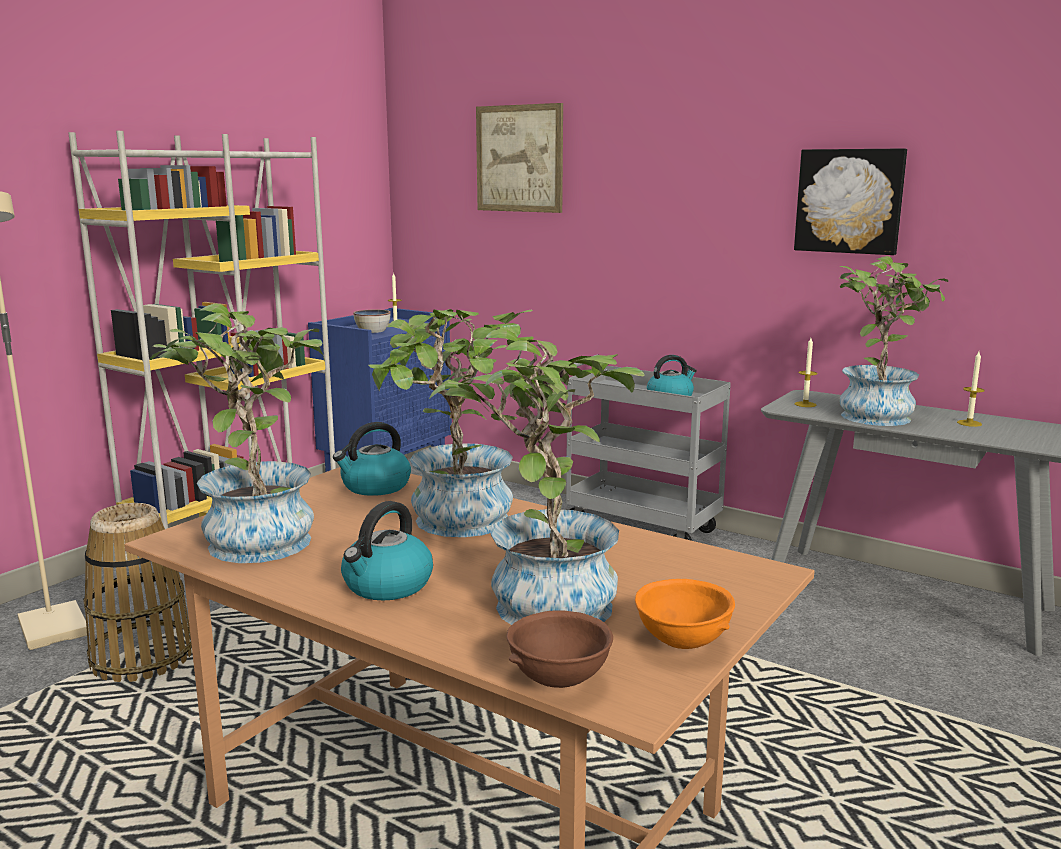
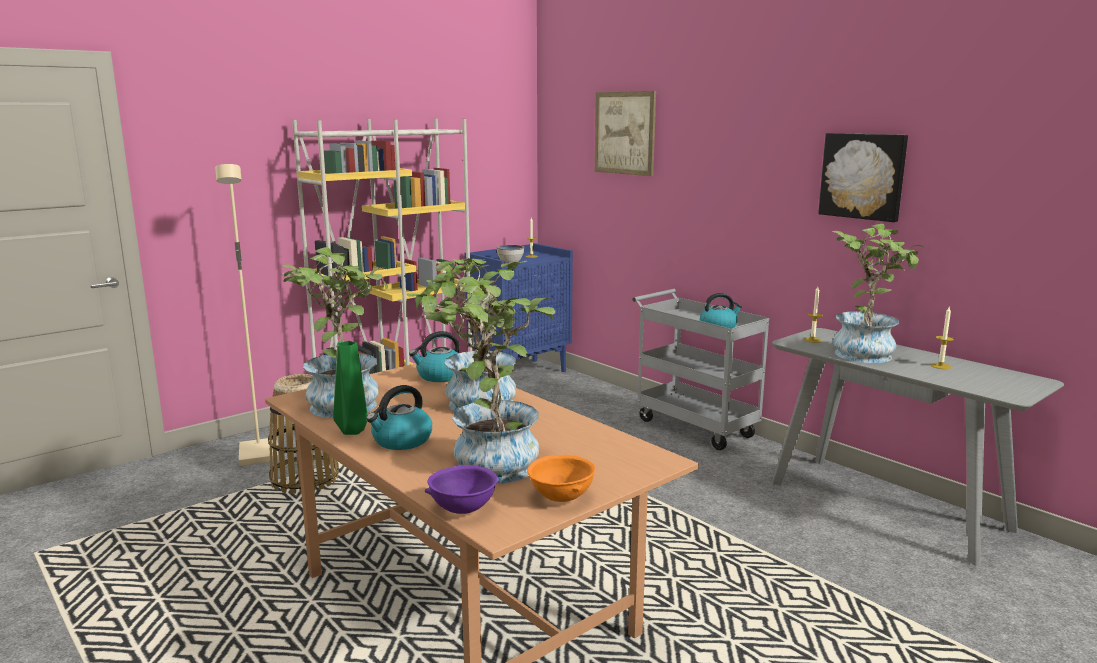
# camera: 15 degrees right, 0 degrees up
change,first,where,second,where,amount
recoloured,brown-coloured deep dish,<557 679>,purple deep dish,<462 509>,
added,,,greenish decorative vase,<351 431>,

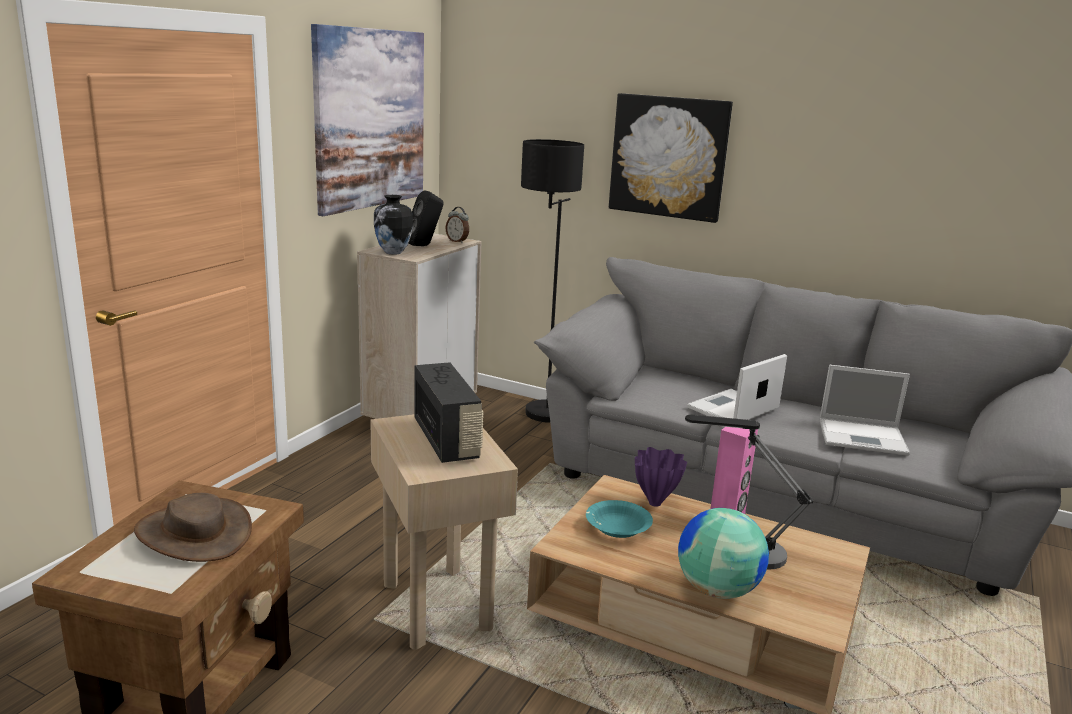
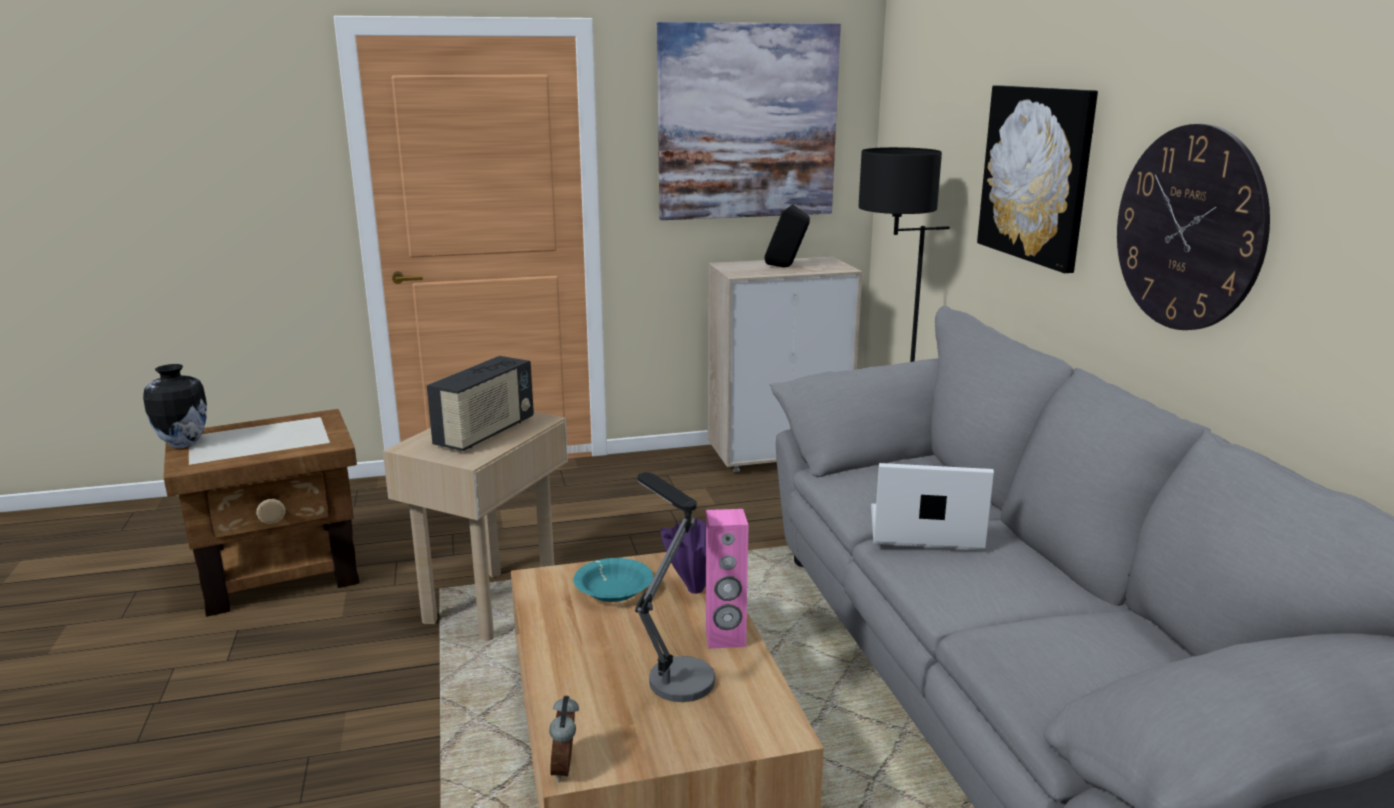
# camera: 50 degrees right, 0 degrees up
change,first,where,second,where,amount
moved,decorative vase,<393 252>,,<182 444>,
moved,alarm clock,<457 241>,,<566 768>,
removed,notebook computer,<864 437>,,,
removed,brown-coloured wearable hat,<194 533>,,,
removed,desk globe,<716 589>,,,
added,,,wall clock,<1188 228>,

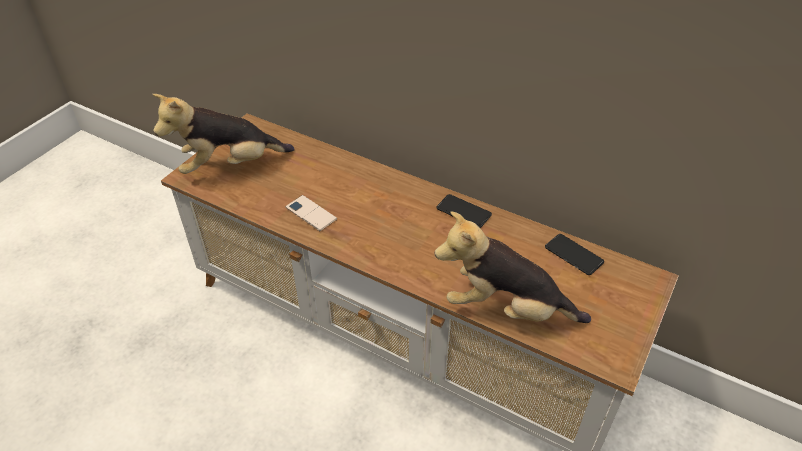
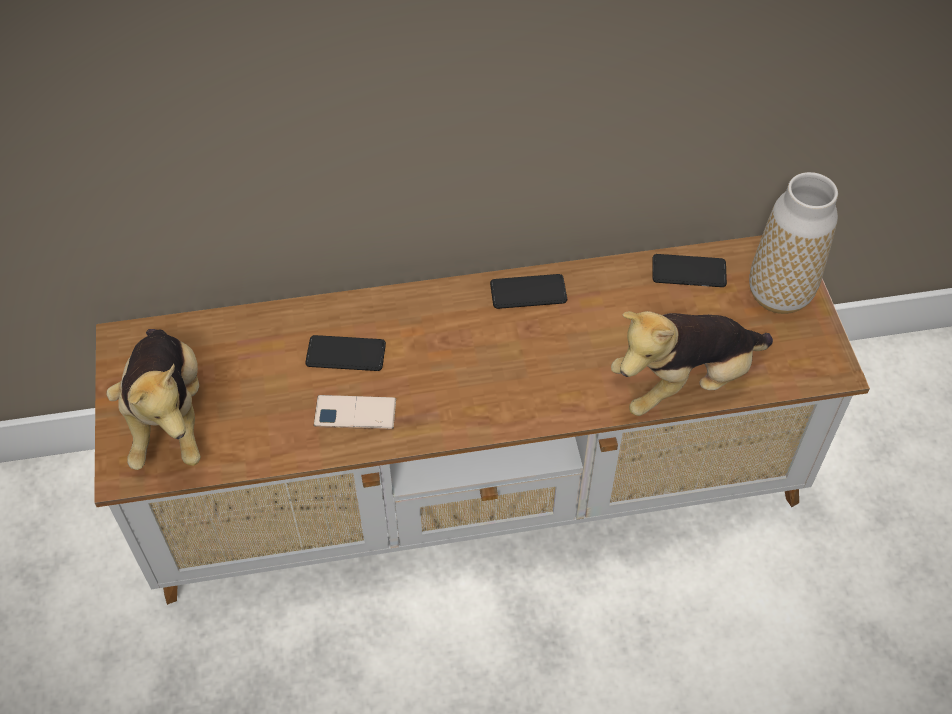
# camera: 40 degrees left, 10 degrees up
change,first,where,second,where,amount
turned,cuddly toy,<229 165>,,<168 417>,45 degrees counterclockwise
added,,,decorative vase,<779 294>,
added,,,phone,<346 354>,

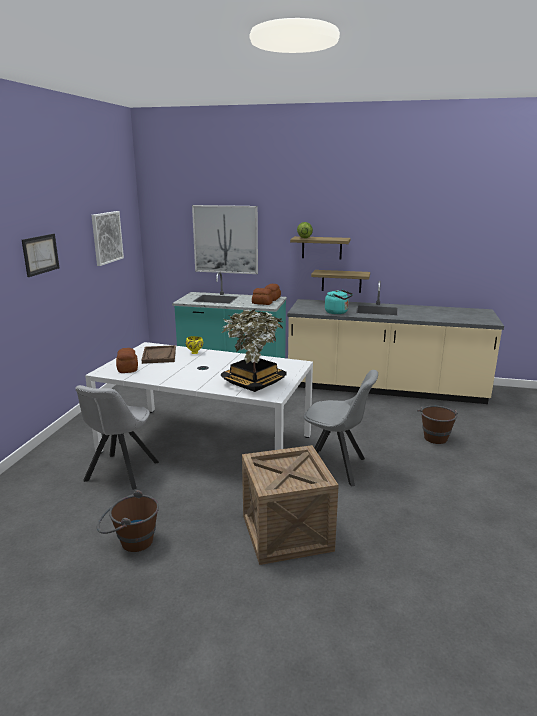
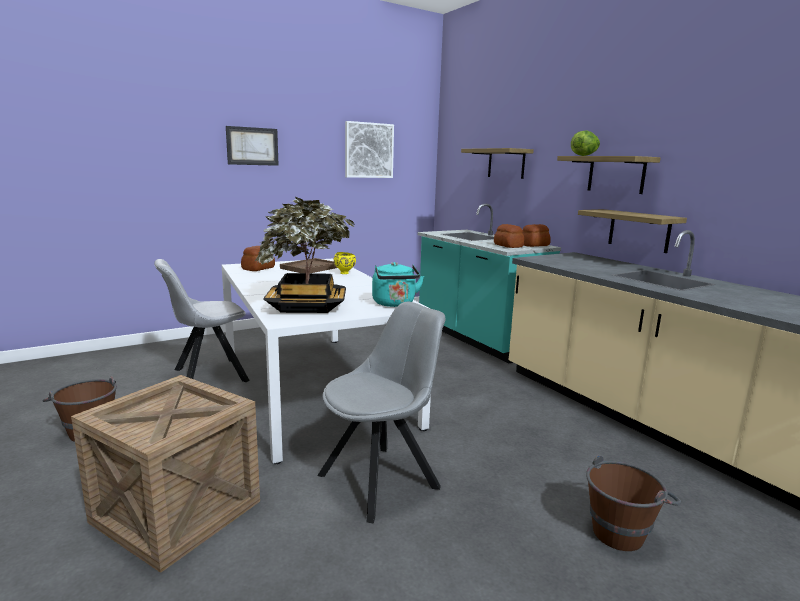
# camera: 45 degrees right, 5 degrees down
change,first,where,second,where,amount
replaced,picture,<225 239>,shelf,<506 163>,
moved,turquoise-coloured kettle,<338 312>,,<394 304>,
turned,greyish chair,<336 467>,,<381 480>,105 degrees counterclockwise

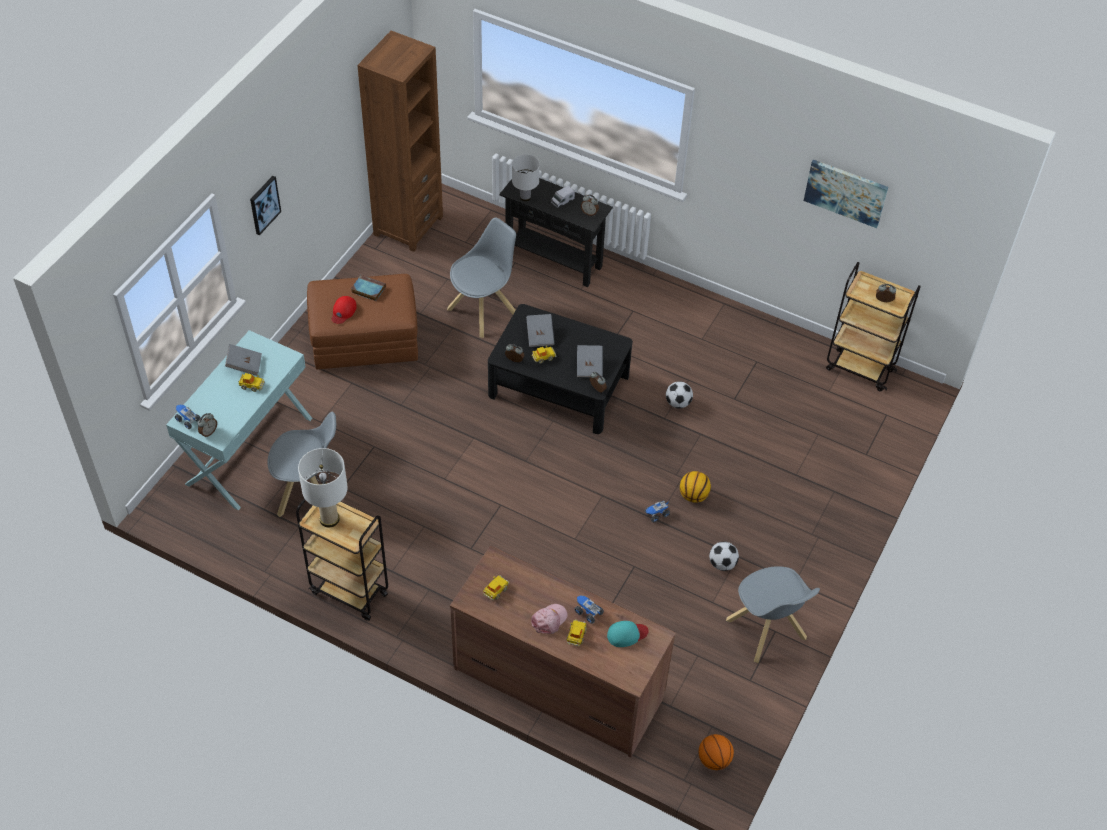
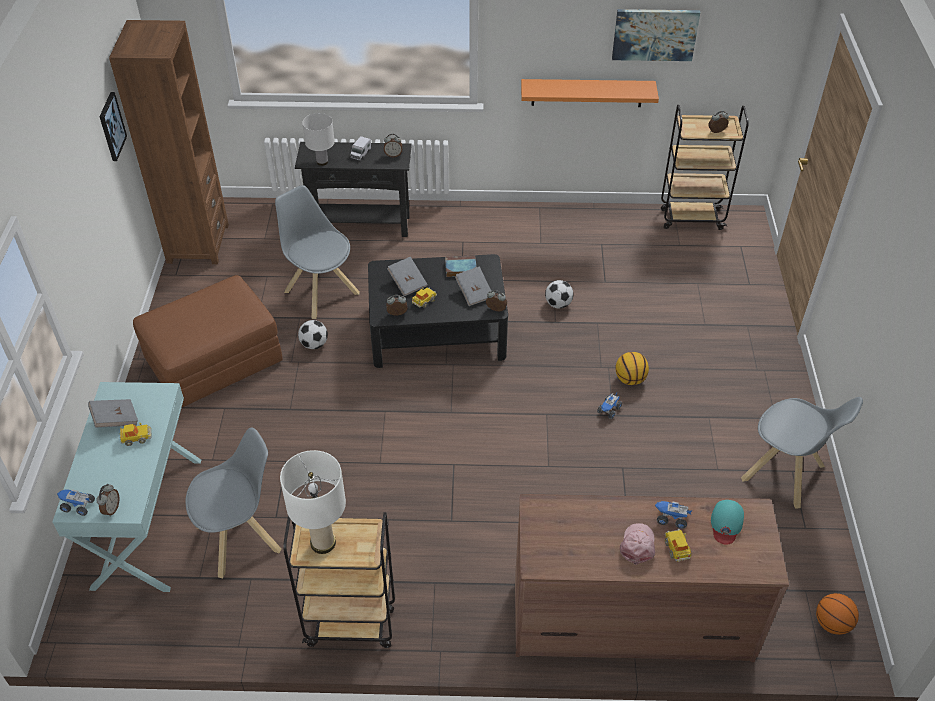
# camera: 25 degrees left, 5 degrees down
change,first,where,second,where,amount
moved,picture,<264 204>,,<111 126>,
turned,greyish chair,<484 310>,,<320 291>,60 degrees counterclockwise
moved,bound book,<367 290>,,<460 268>,
removed,red baseball cap,<343 311>,,,
moved,ball for football,<722 564>,,<314 344>,
removed,miniature car,<496 590>,,,
turned,turquoise-coloured baseball cap,<626 634>,,<726 523>,150 degrees clockwise
added,,,orangey shelf,<587 93>,

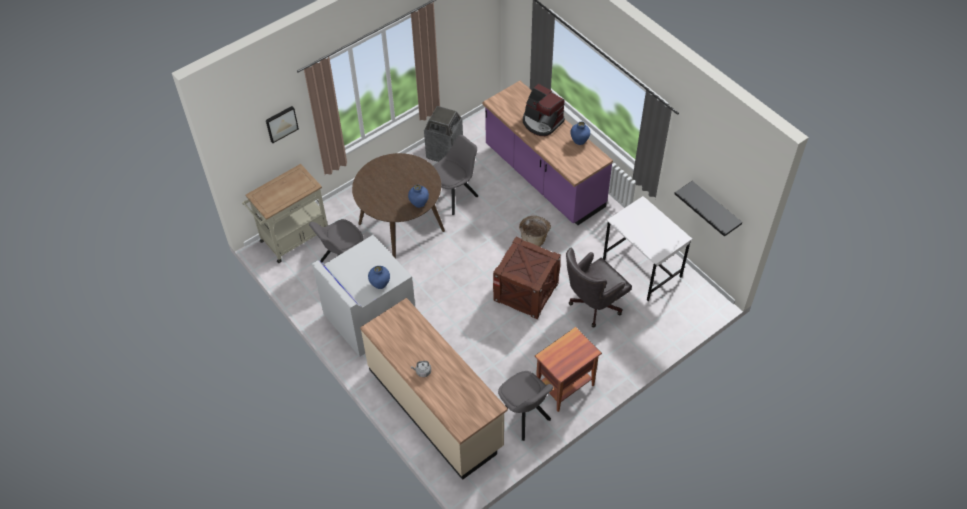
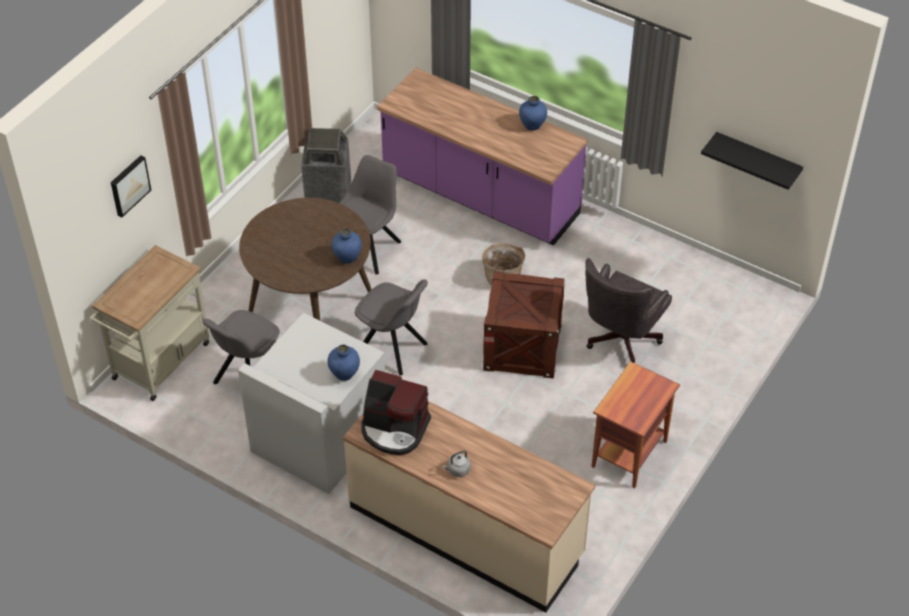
# camera: 20 degrees left, 5 degrees down
change,first,where,second,where,amount
moved,coffee maker,<542 122>,,<394 429>,
removed,white desk unit,<642 268>,,,
moved,greyish chair,<524 417>,,<392 349>,

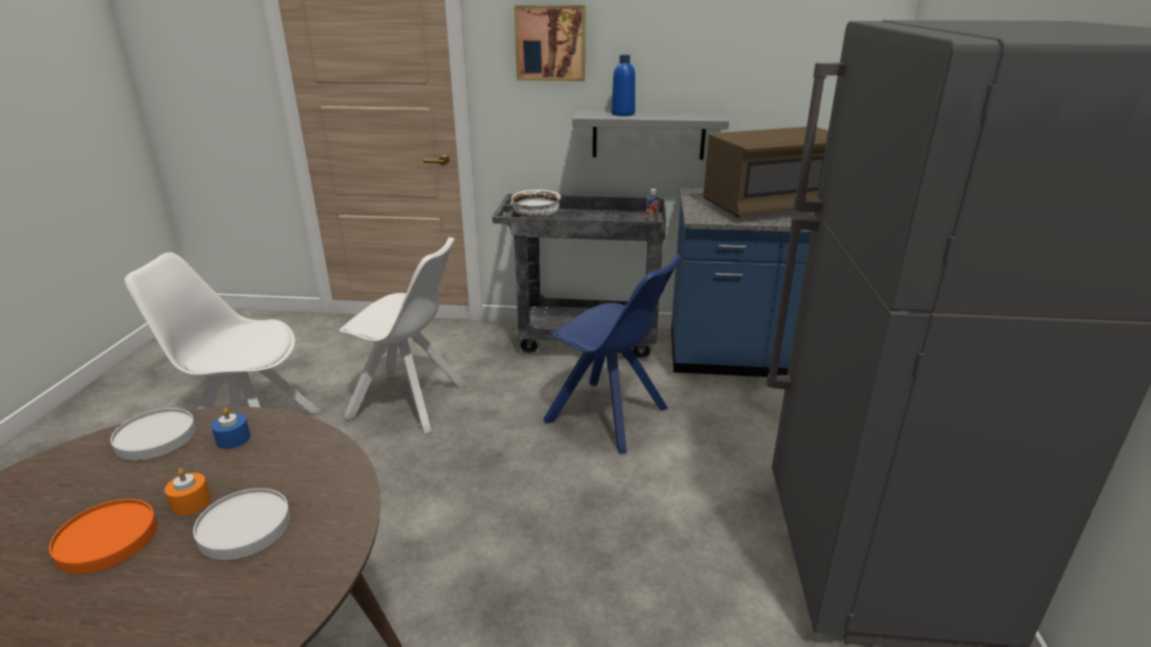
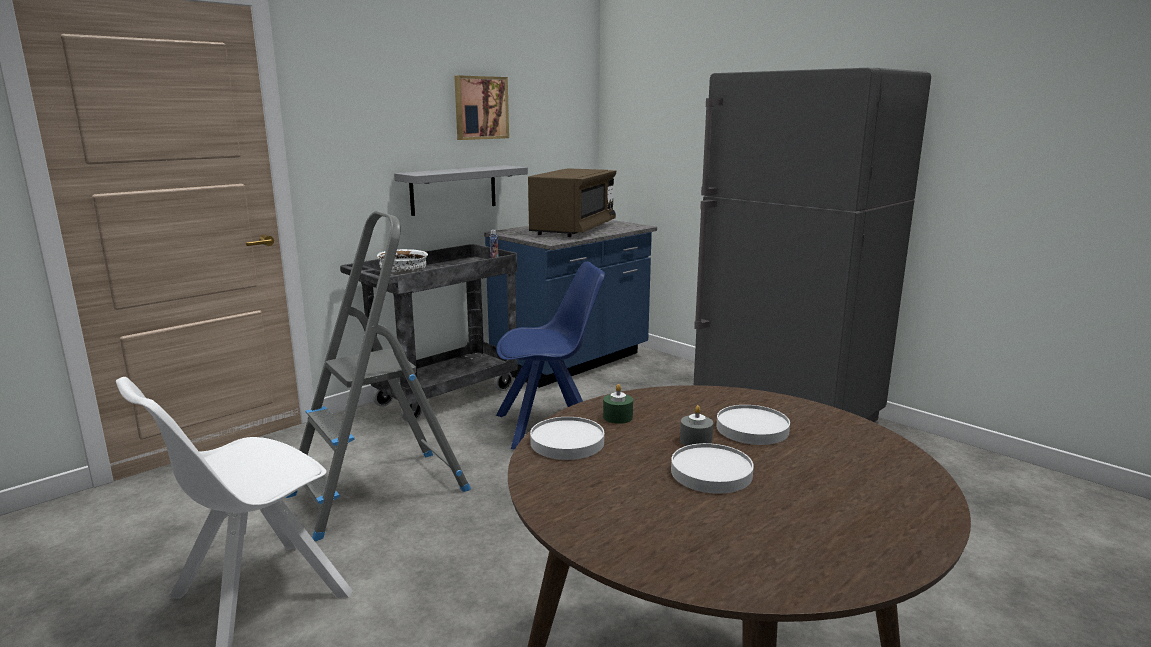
# camera: 50 degrees left, 10 degrees down
change,first,where,second,where,amount
moved,picture,<550 43>,,<480 108>,
removed,blue-coloured beverage bottle,<623 114>,,,
replaced,white chair,<410 402>,greyish stepladder,<377 493>,
recoloured,blue-coloured wax light,<233 439>,greenish wax light,<617 417>,
recoloured,orangey wax light,<191 502>,greyish wax light,<696 440>,
recoloured,orangey flat dish,<106 540>,white flat dish,<712 473>,

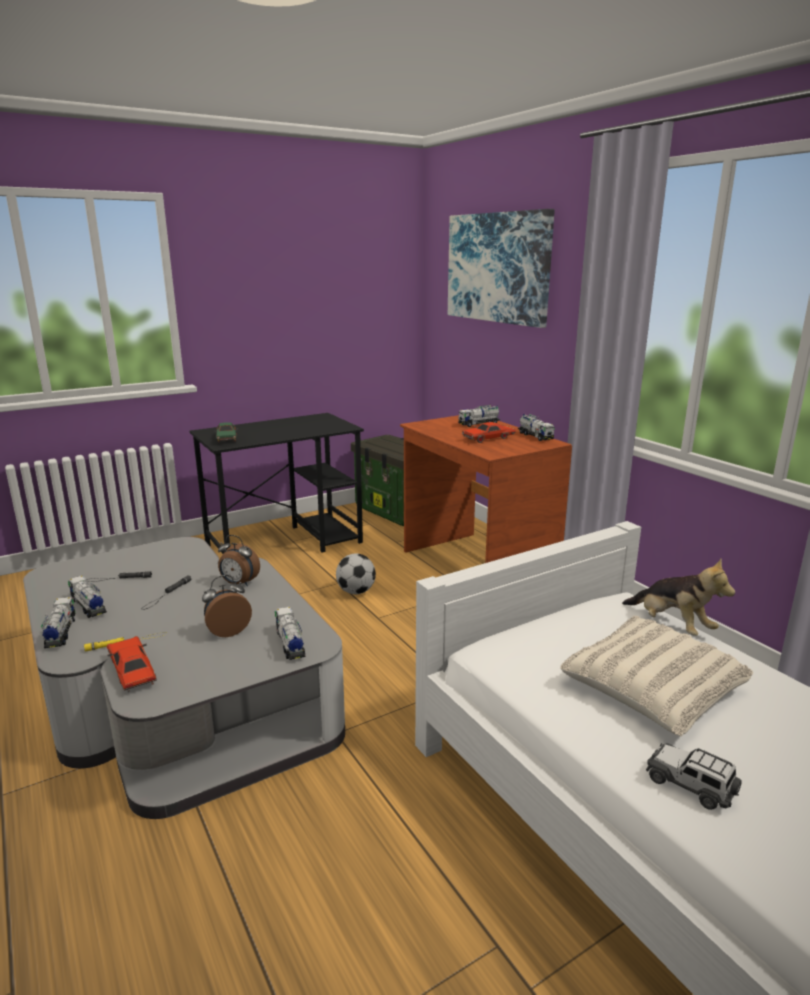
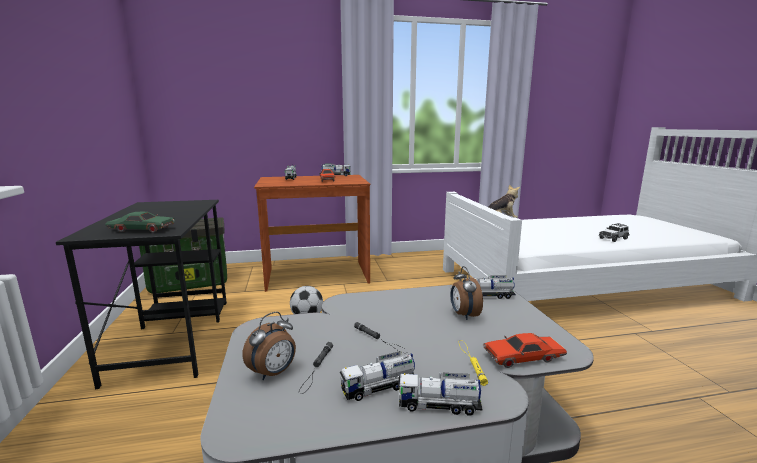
# camera: 70 degrees left, 5 degrees down
change,first,where,second,where,amount
removed,picture,<497 268>,,,
moved,alarm clock,<239 583>,,<273 373>,
removed,beige-coloured pillow,<651 688>,,,

